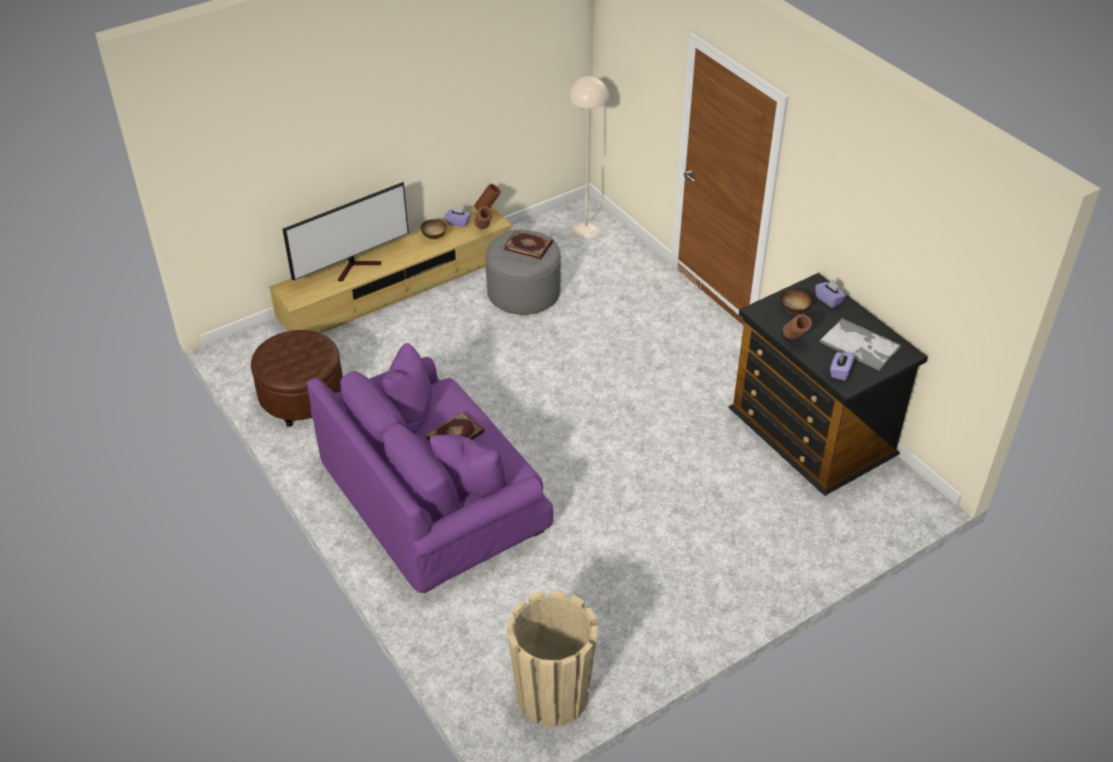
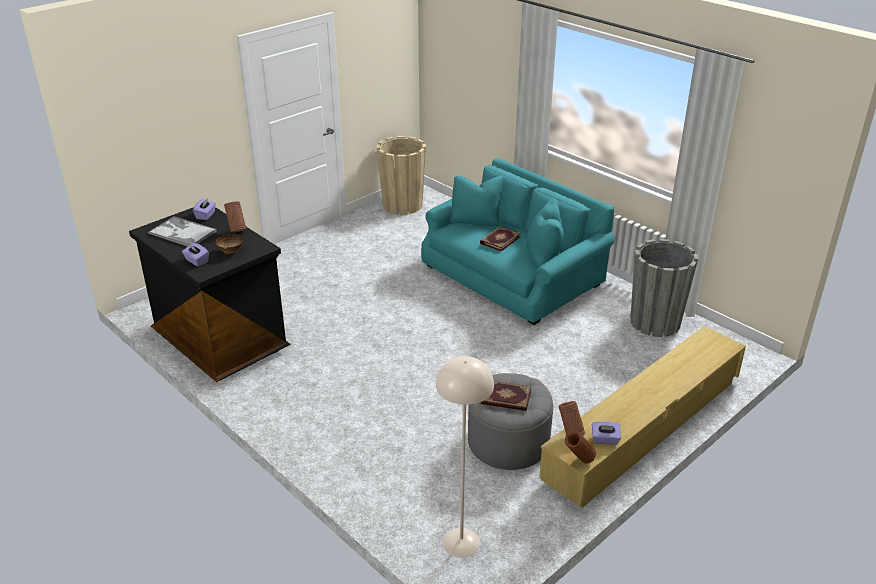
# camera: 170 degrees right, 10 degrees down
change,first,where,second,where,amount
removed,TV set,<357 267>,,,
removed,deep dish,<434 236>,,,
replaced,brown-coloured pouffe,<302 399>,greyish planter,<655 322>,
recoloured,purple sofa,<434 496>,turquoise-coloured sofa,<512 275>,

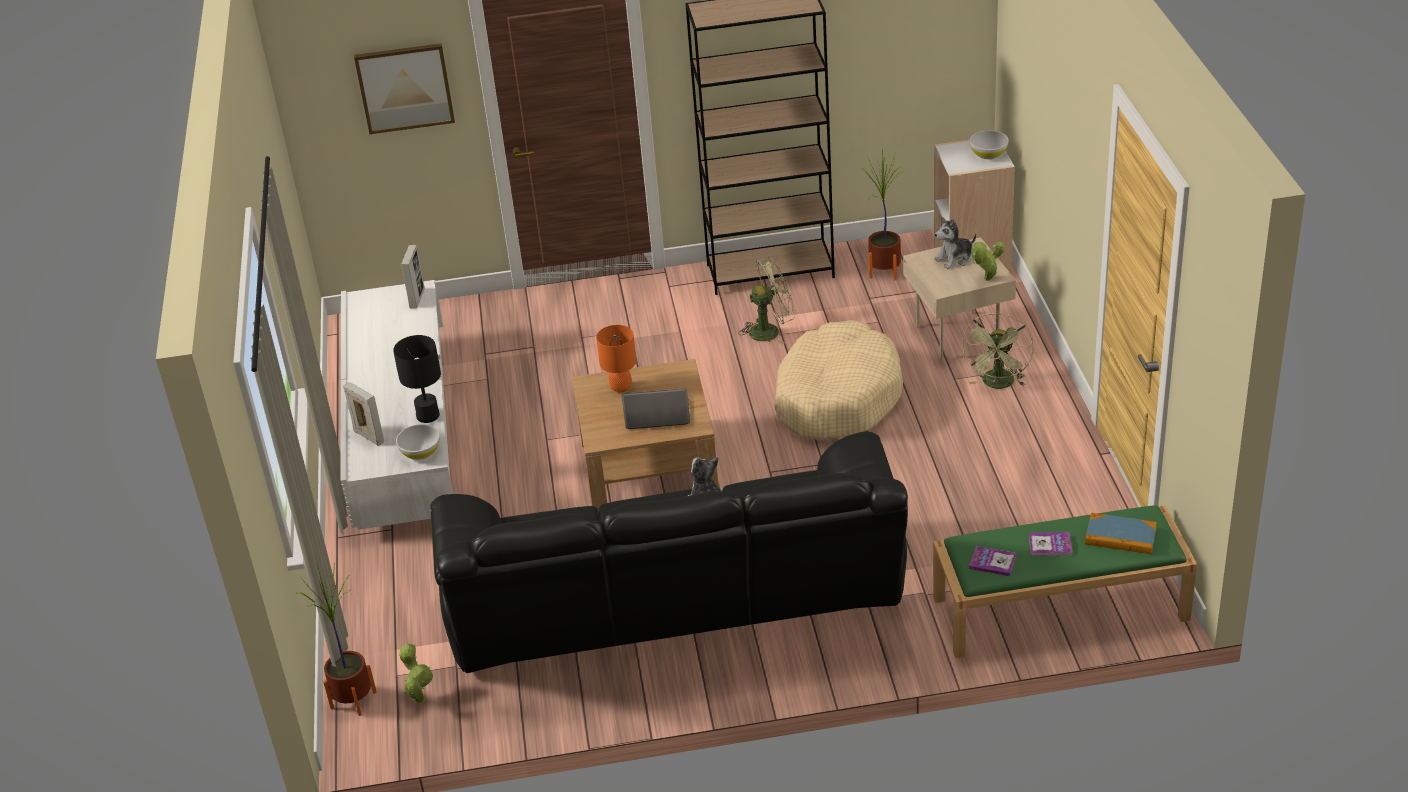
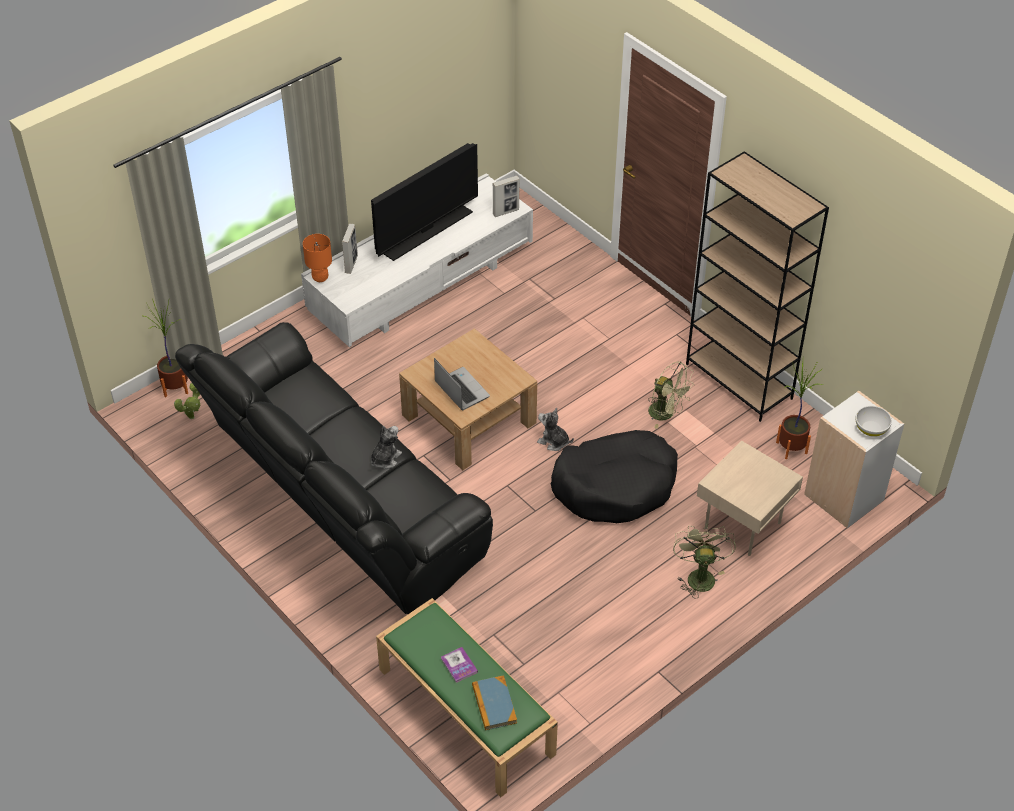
# camera: 55 degrees right, 10 degrees up
change,first,where,second,where,amount
removed,picture,<405 87>,,,
moved,cuddly toy,<955 259>,,<553 441>,
removed,plant in a pot,<986 280>,,,
turned,greenish fan,<998 384>,,<699 575>,105 degrees clockwise
recoloured,beige-coloured dog cushion,<836 397>,black dog cushion,<615 486>,
moved,orangey table lamp,<620 389>,,<319 278>,
removed,black table lamp,<428 416>,,,
removed,white deep dish,<420 452>,,,
removed,bound book,<992 562>,,,
added,,,TV set,<427 232>,

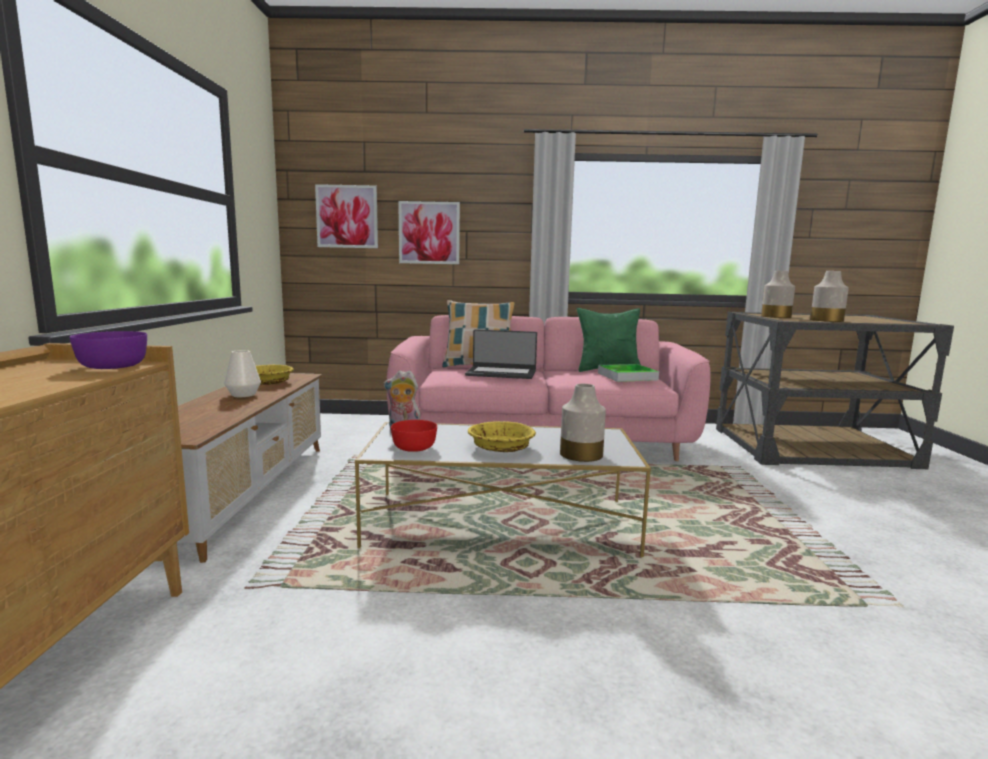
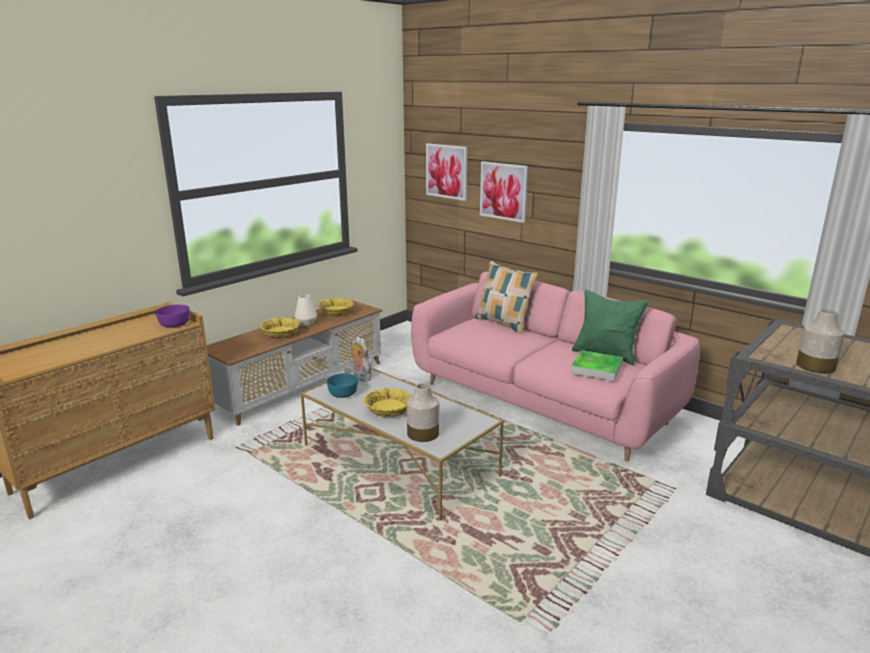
# camera: 40 degrees right, 10 degrees up
change,first,where,second,where,amount
removed,beige-coloured decorative vase,<775 316>,,,
removed,notebook computer,<501 373>,,,
recoloured,red deep dish,<413 447>,turquoise-coloured deep dish,<342 393>,
added,,,yellowish deep dish,<281 334>,

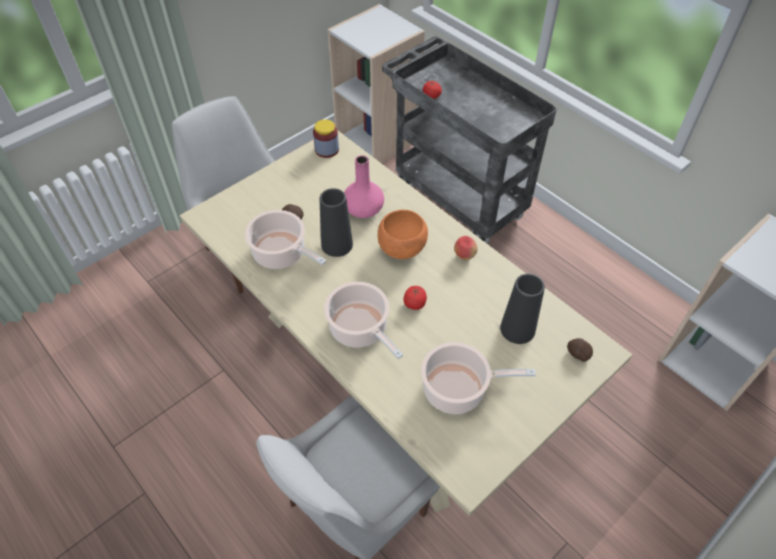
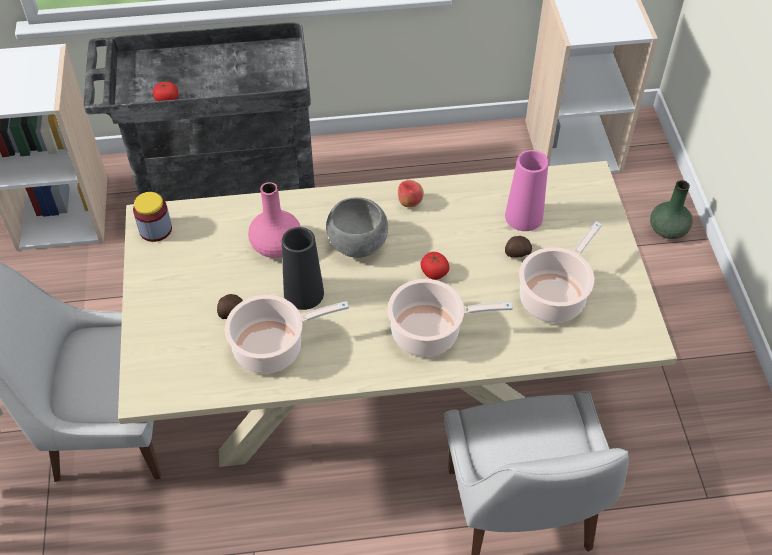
# camera: 55 degrees left, 0 degrees up
change,first,where,second,where,amount
recoloured,orangey deep dish,<402 248>,greyish deep dish,<358 244>,
recoloured,black decorative vase,<517 329>,pink-coloured decorative vase,<523 217>,
moved,spud,<577 354>,,<517 253>,
added,,,greenish decorative vase,<668 230>,

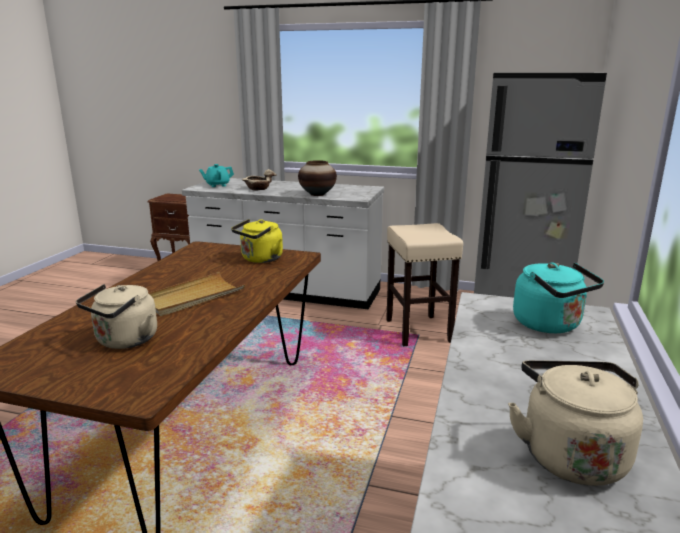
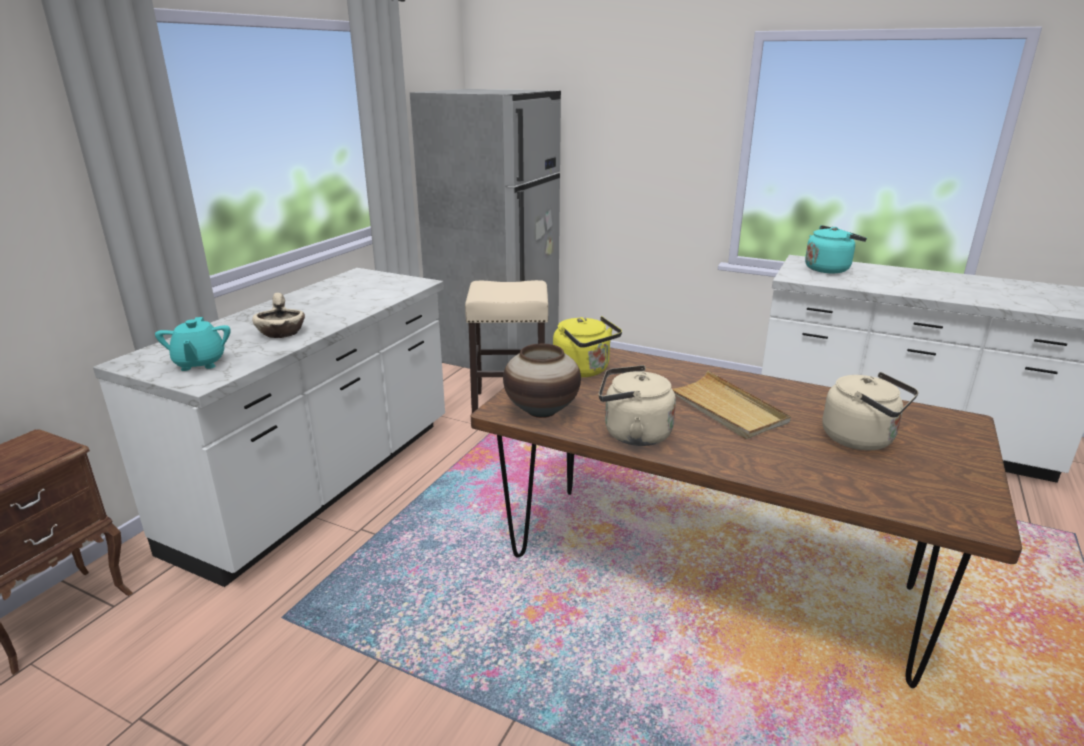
# camera: 80 degrees left, 5 degrees up
change,first,where,second,where,amount
moved,decorative vase,<317 194>,,<542 411>,
moved,beige-coloured kettle,<570 454>,,<632 434>,

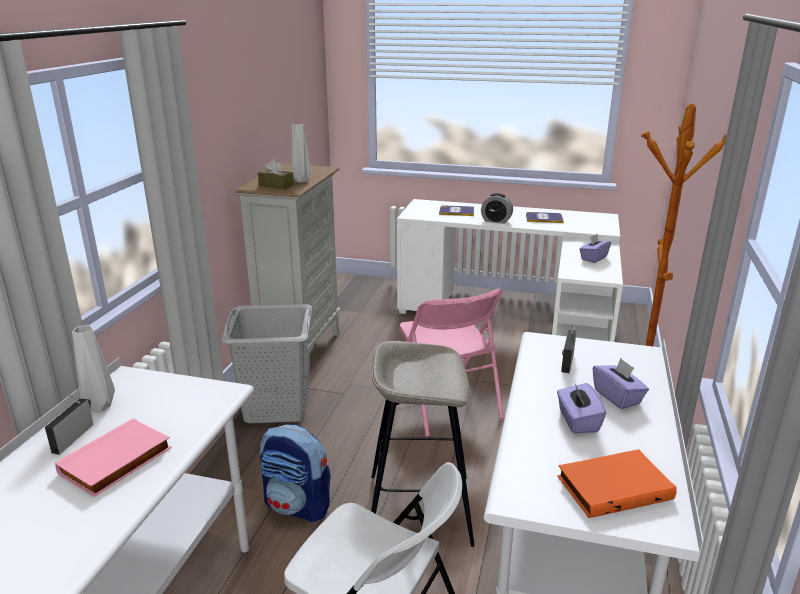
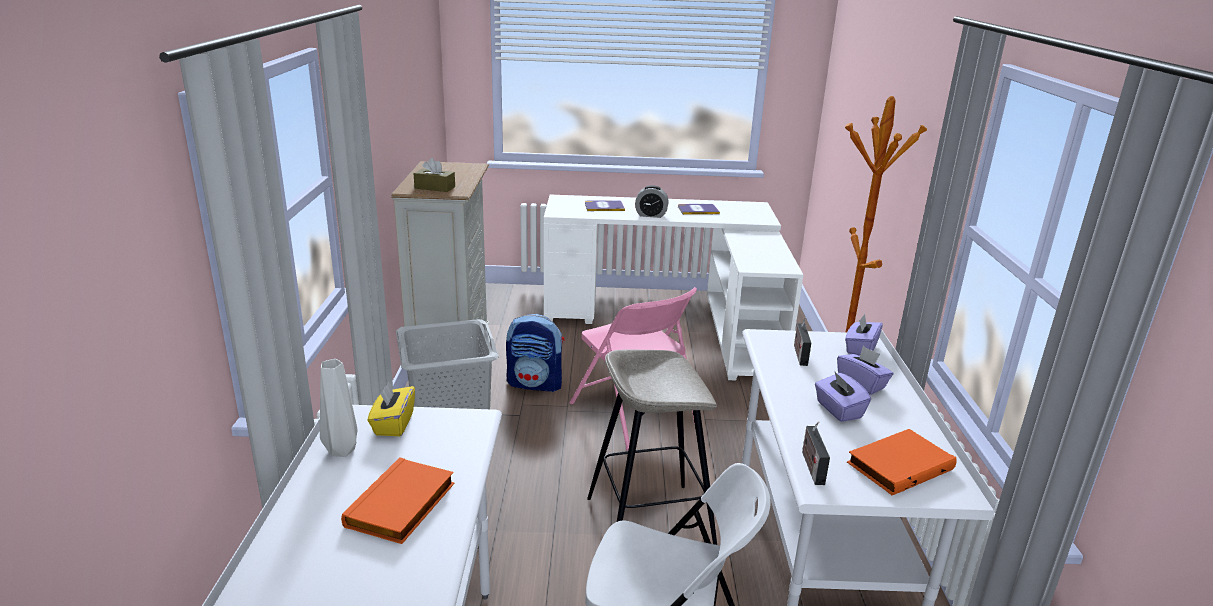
# camera: 15 degrees left, 0 degrees up
change,first,where,second,where,amount
removed,greyish decorative vase,<301 180>,,,
moved,purple tissue holder,<593 258>,,<860 349>,
moved,radio set,<74 436>,,<811 466>,
recoloured,pink-coloured bound book,<117 462>,orangey bound book,<402 506>,
moved,backpack,<298 506>,,<536 384>,
added,,,yellowish tissue holder,<393 424>,

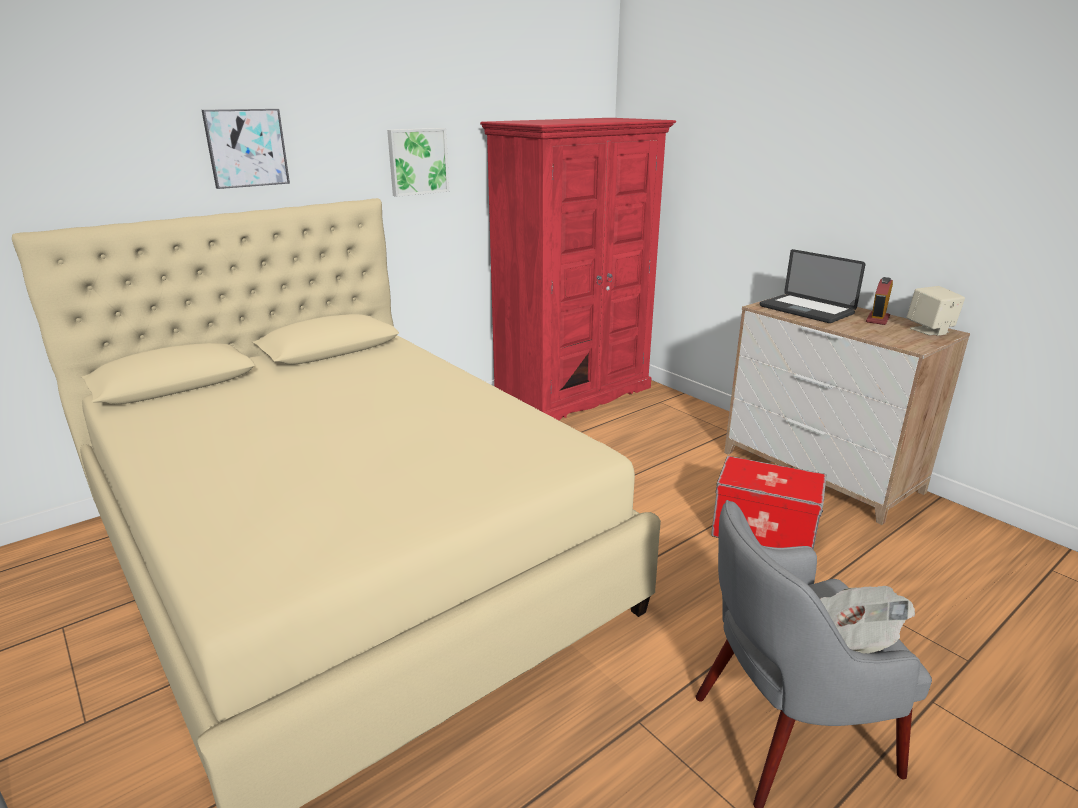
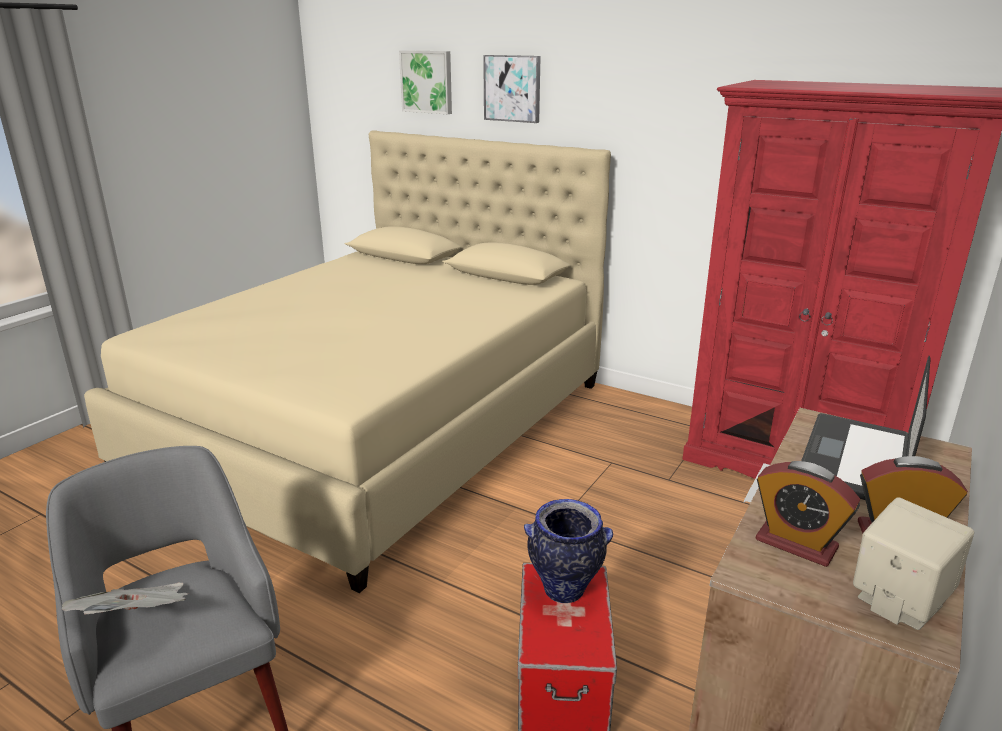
# camera: 70 degrees right, 0 degrees up
change,first,where,second,where,amount
moved,picture,<417 161>,,<427 82>,
added,,,alarm clock,<796 544>,
added,,,decorative vase,<565 590>,

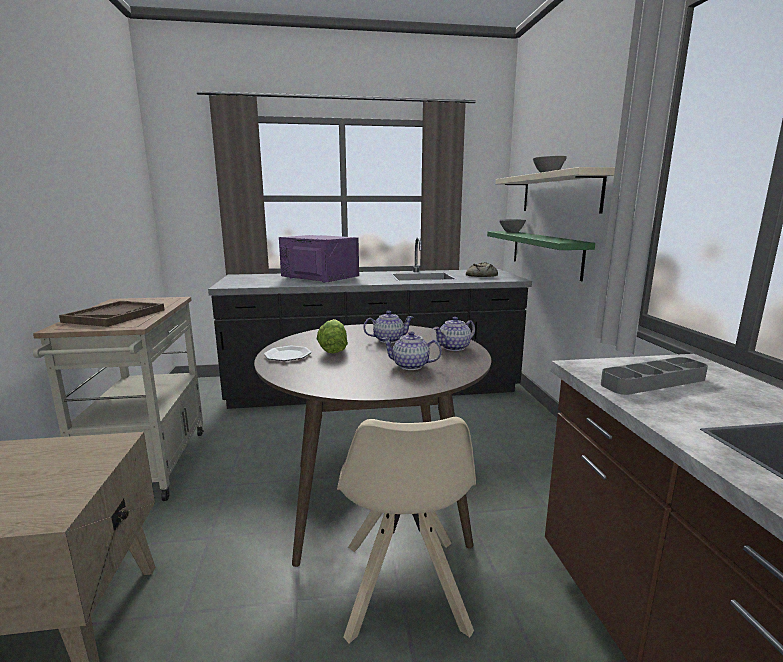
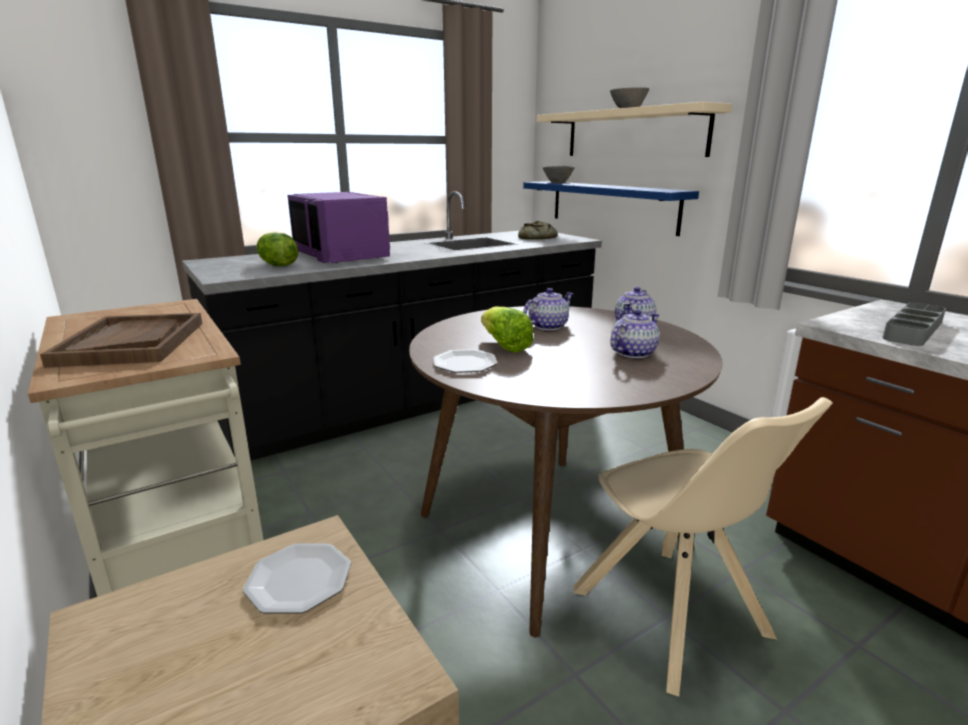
# camera: 25 degrees left, 5 degrees up
change,first,where,second,where,amount
recoloured,greenish shelf,<545 253>,blue-coloured shelf,<612 206>,
turned,purple microwave,<318 278>,,<342 255>,135 degrees counterclockwise
turned,tea pot,<411 366>,,<632 353>,150 degrees clockwise
added,,,lettuce head,<277 265>,
added,,,flat dish,<300 580>,

